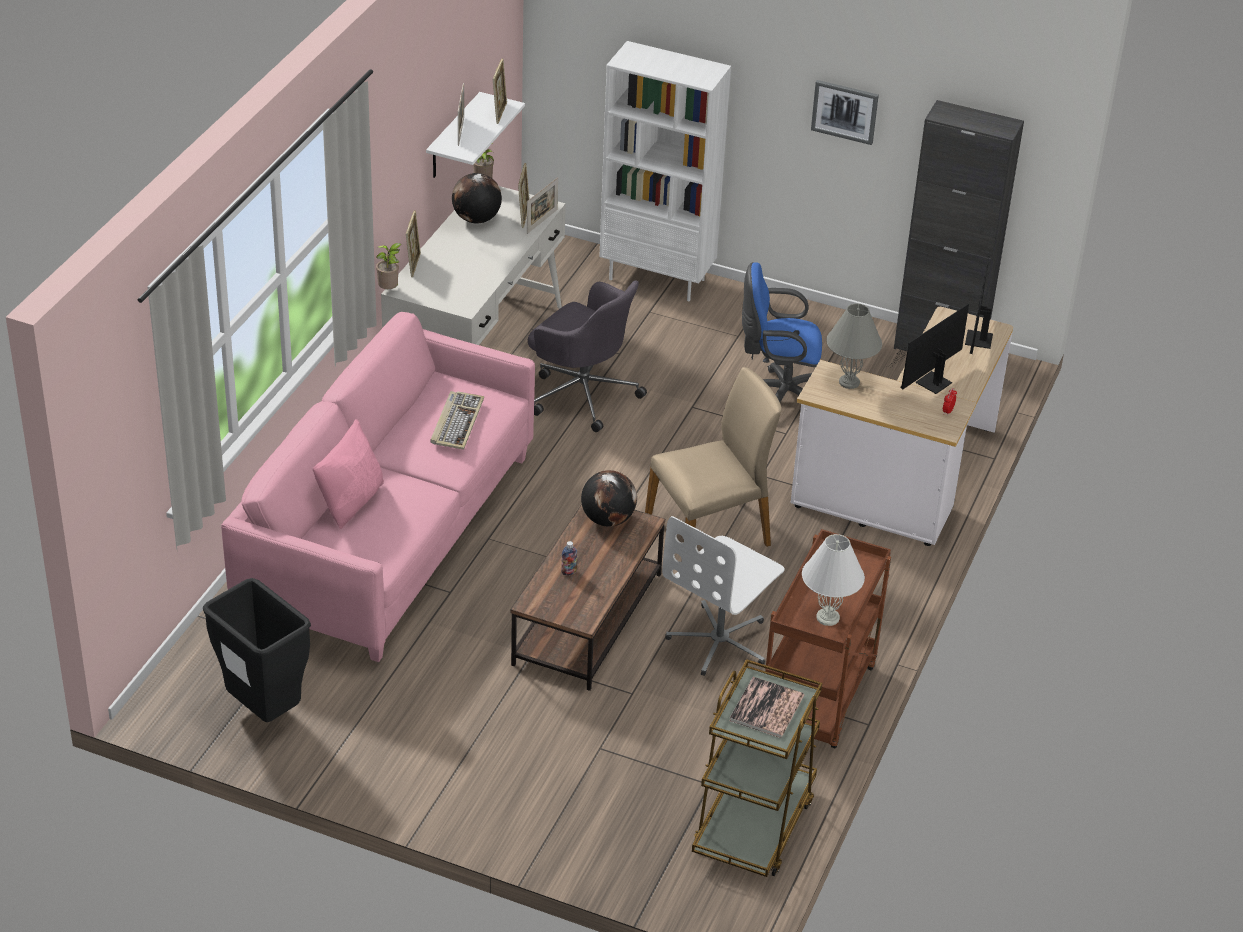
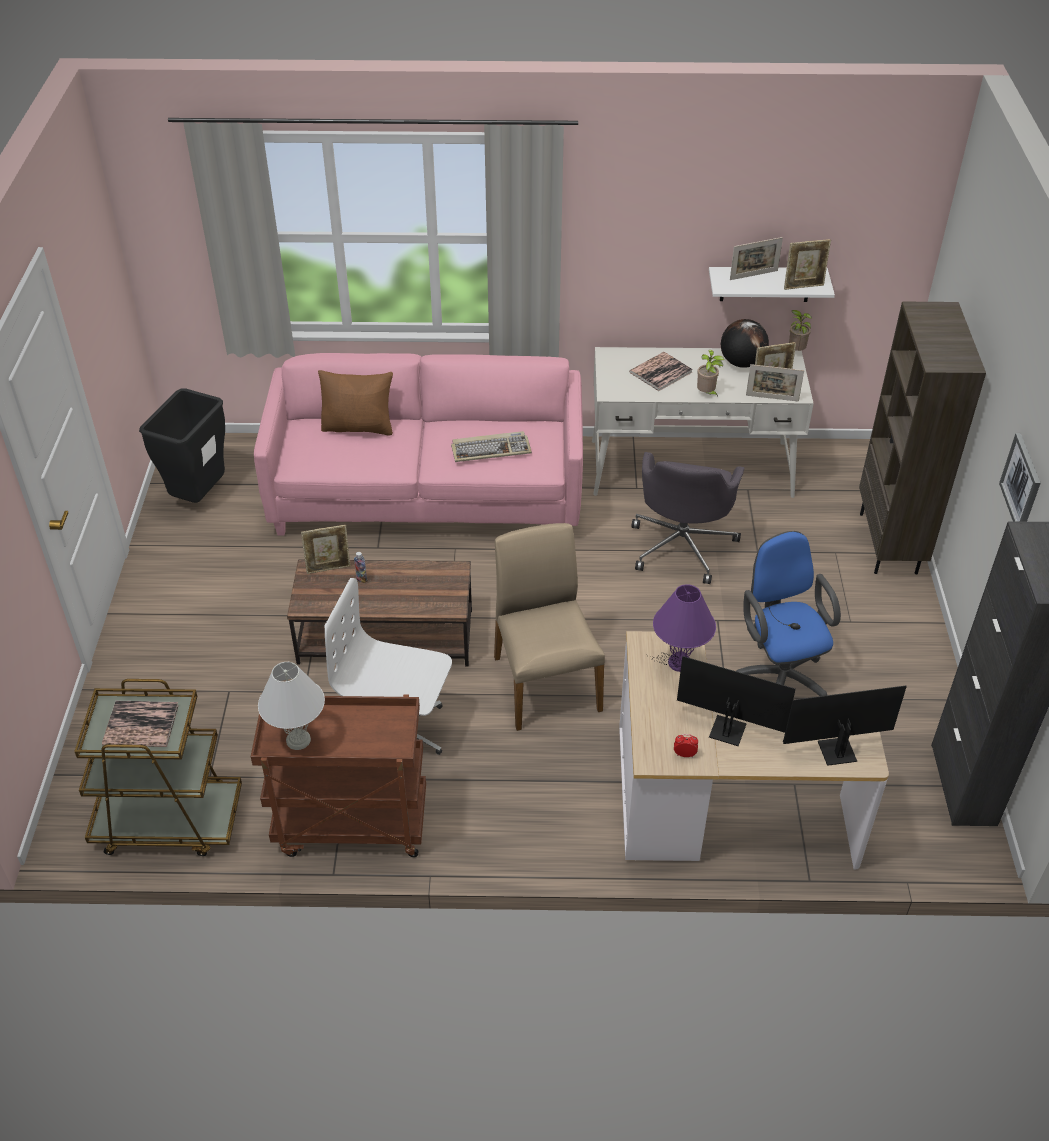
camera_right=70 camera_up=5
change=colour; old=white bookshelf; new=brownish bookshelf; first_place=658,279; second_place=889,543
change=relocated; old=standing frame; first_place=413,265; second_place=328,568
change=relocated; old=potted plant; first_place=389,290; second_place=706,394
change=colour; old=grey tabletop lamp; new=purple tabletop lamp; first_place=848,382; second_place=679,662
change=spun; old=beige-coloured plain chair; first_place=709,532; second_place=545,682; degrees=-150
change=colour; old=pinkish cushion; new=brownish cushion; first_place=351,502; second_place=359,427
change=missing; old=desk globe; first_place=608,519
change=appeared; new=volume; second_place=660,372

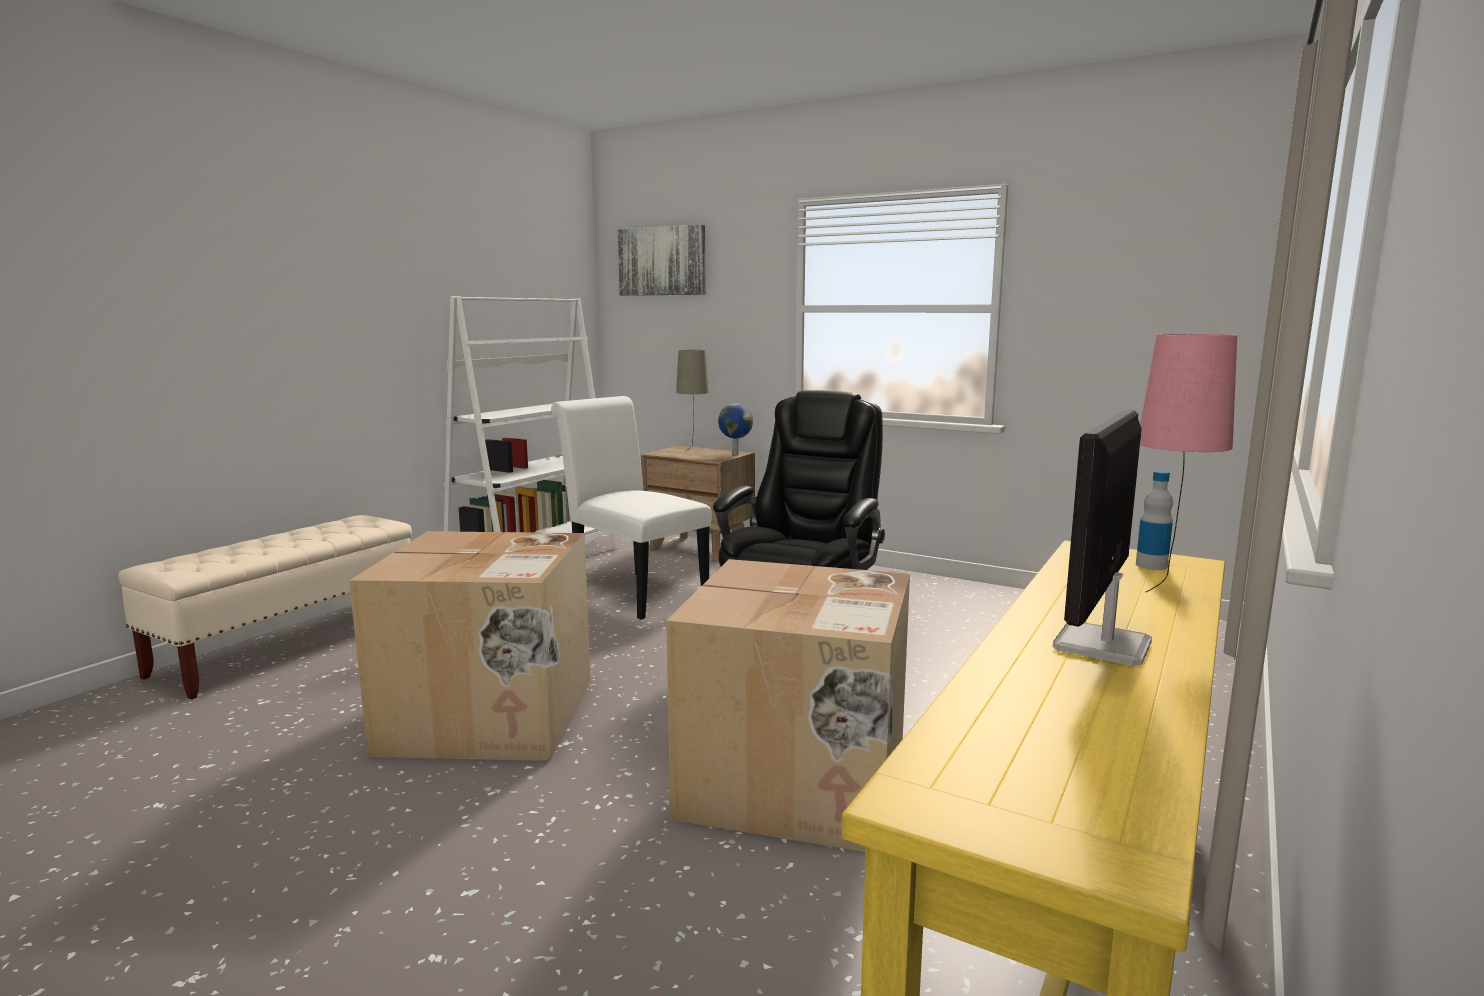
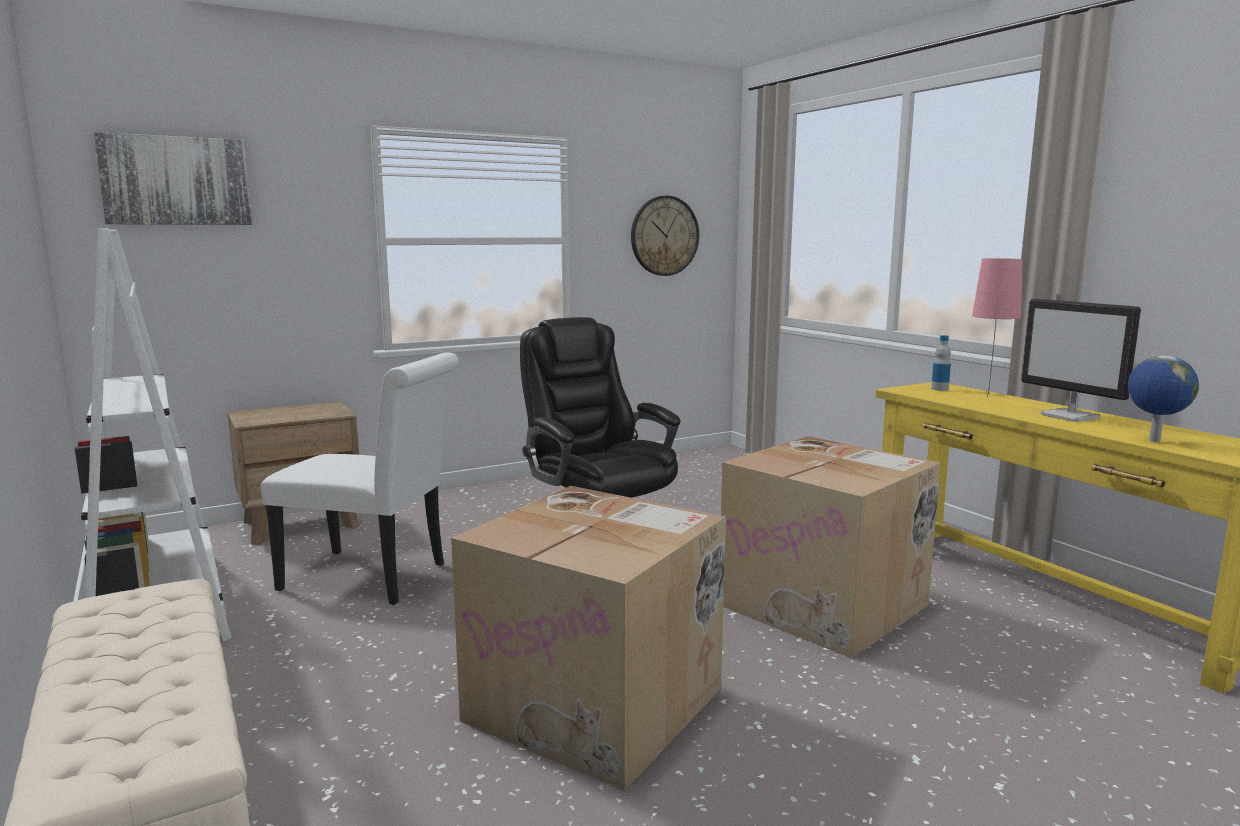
camera_right=-60 camera_up=0
change=missing; old=beige-coloured tabletop lamp; first_place=693,451
change=spun; old=white plain chair; first_place=633,593; second_place=374,578; degrees=-150
change=relocated; old=desk globe; first_place=735,454; second_place=1153,441
change=appeared; new=clock on the wall; second_place=664,236

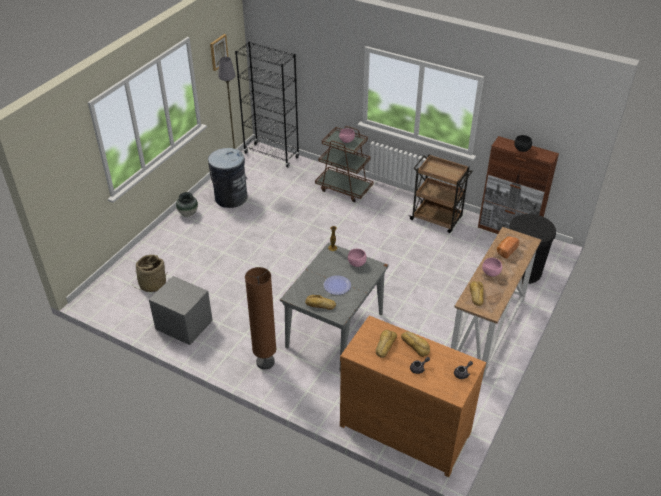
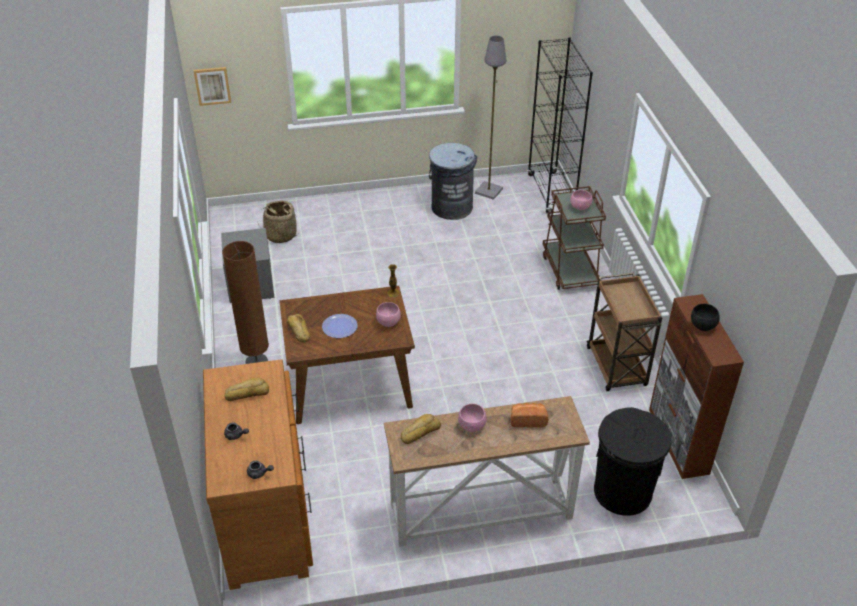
camera_right=50 camera_up=0
change=relocated; old=wall picture; first_place=218,52; second_place=212,85
change=missing; old=flower vase; first_place=188,213
change=colour; old=grey dinner table; new=brownish dinner table; first_place=335,329; second_place=350,385
change=missing; old=baked bread; first_place=415,345

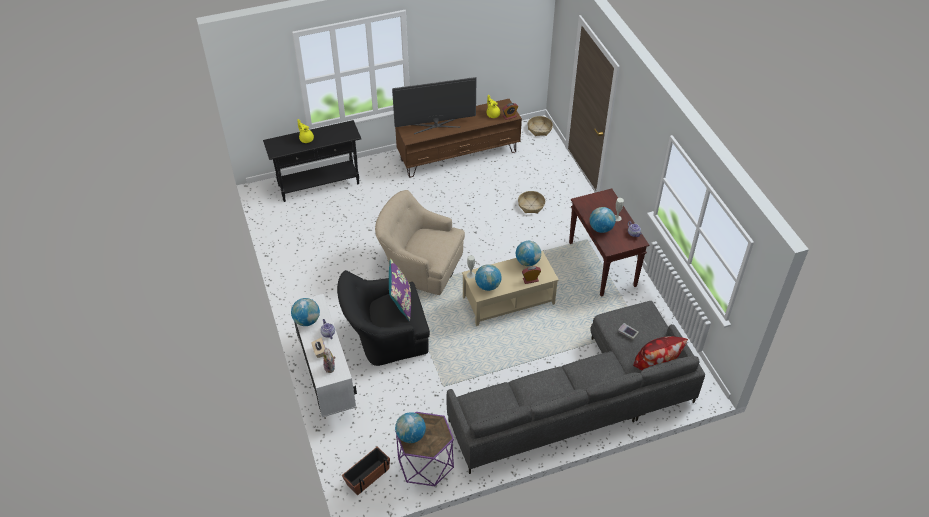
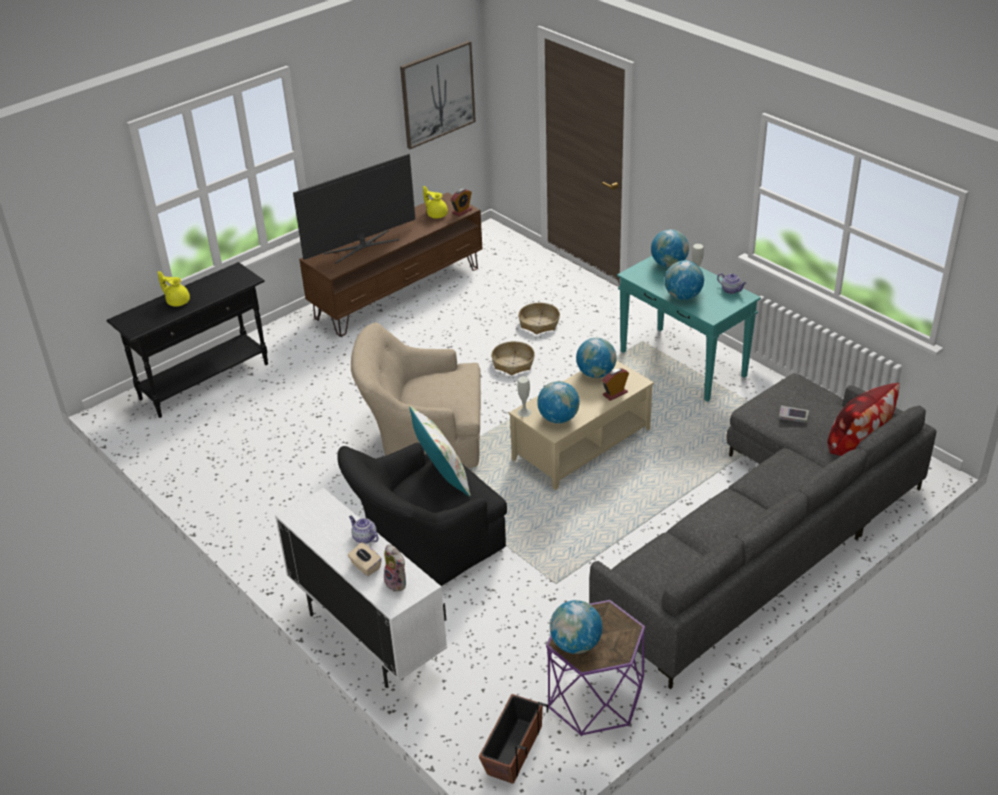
camera_right=-20 camera_up=-10
change=relocated; old=household basket; first_place=539,129; second_place=513,363
change=colour; old=brownish hall table; new=blue-green hall table; first_place=602,264; second_place=684,364
change=colour; old=purple cushion; new=white cushion; first_place=400,303; second_place=442,477
change=relocated; old=desk globe; first_place=307,320; second_place=669,264
change=appeared; new=wall picture; second_place=437,94

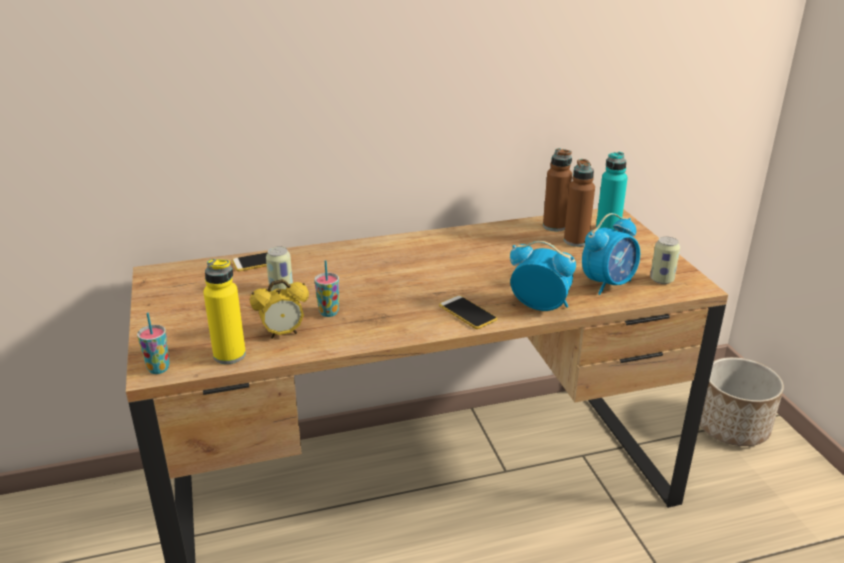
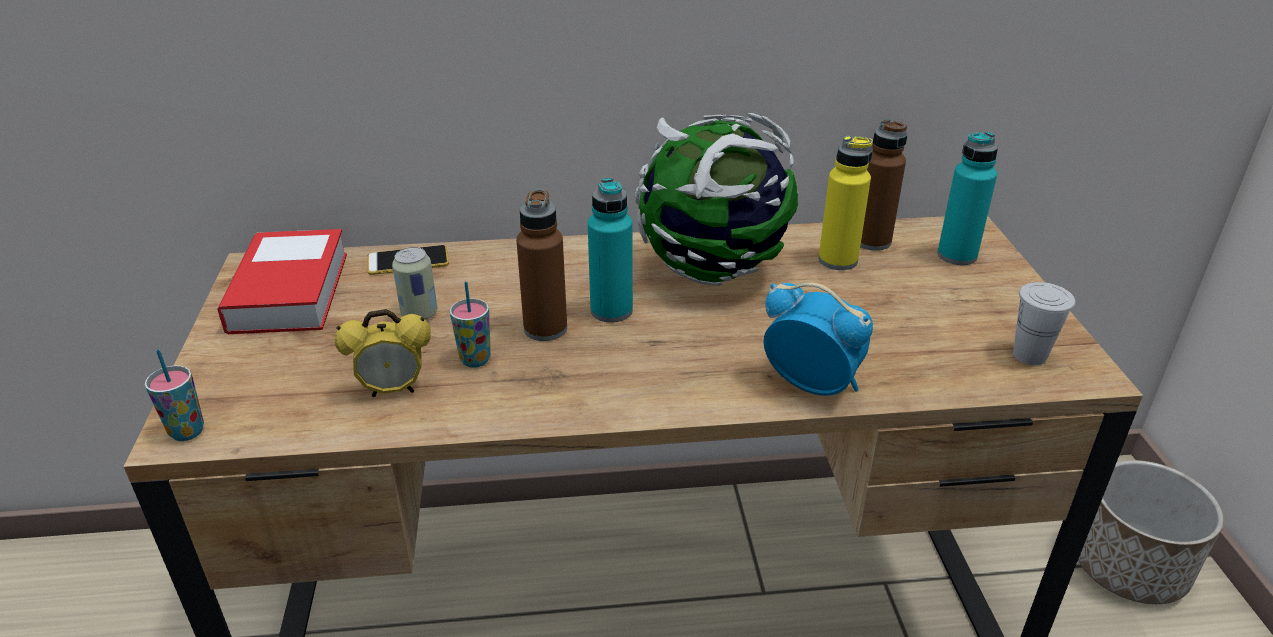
camera_right=10 camera_up=5
change=relocated; old=brownish drink bottle; first_place=576,241; second_place=545,329
change=missing; old=bedside clock; first_place=608,284
change=exchanged; old=sealed can; new=white cup; first_place=661,280; second_place=1029,355
change=relocated; old=yellow-coloured drink bottle; first_place=229,355; second_place=837,260
change=missing; old=handset; first_place=467,313
change=appeared; new=desk globe; second_place=714,271
change=appeared; new=blue-green drink bottle; second_place=611,311
change=appeared; new=volume; second_place=289,292

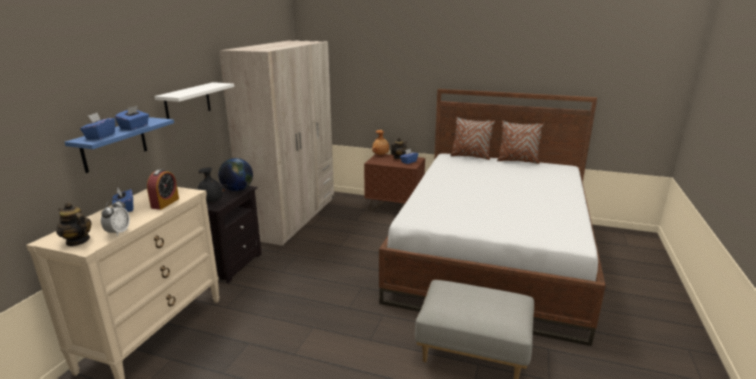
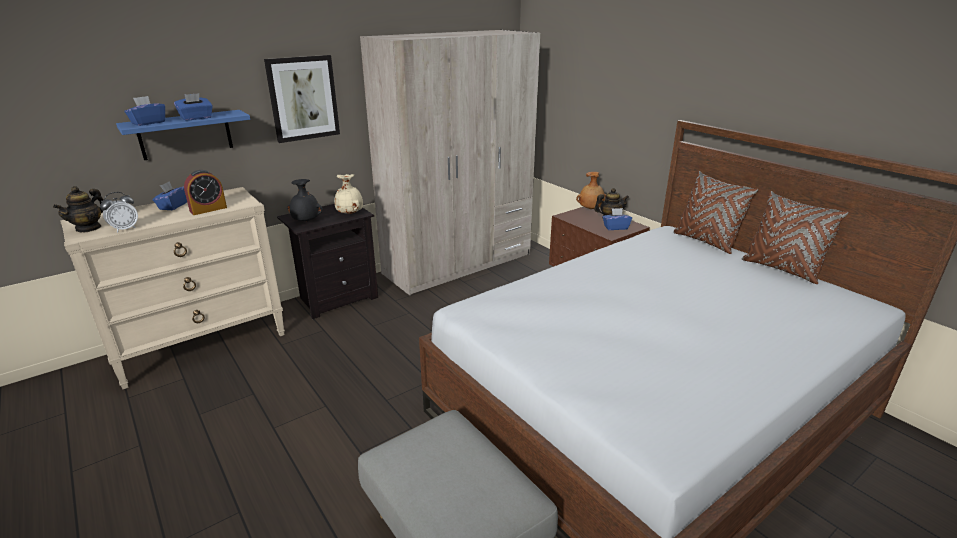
camera_right=35 camera_up=5
change=exchanged; old=white shelf; new=wall picture; first_place=188,102; second_place=303,98
change=exchanged; old=desk globe; new=beige-coloured flower vase; first_place=237,190; second_place=350,213
change=spun; old=pot for tea; first_place=77,241; second_place=89,228; degrees=-135

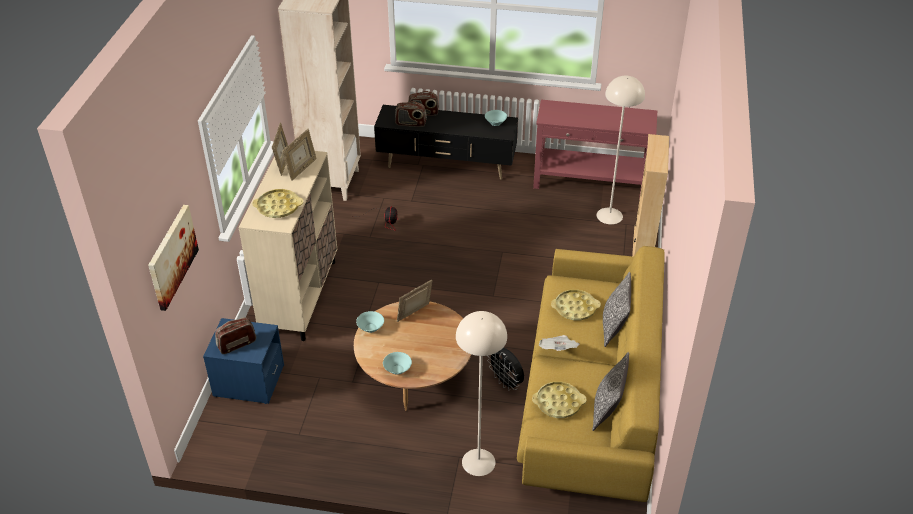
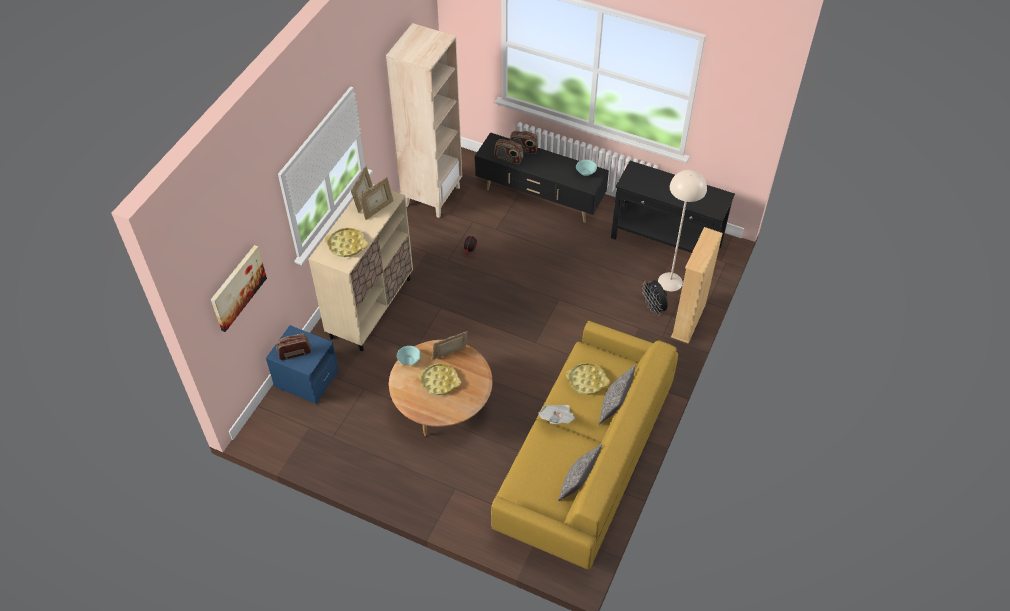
camera_right=15 camera_up=10
change=colour; old=reddish hall table; new=blackish hall table; first_place=590,182; second_place=666,242
change=missing; old=beige-coloured standing lamp; first_place=479,462
change=relocated; old=blackish electric fan; first_place=506,382; second_place=654,308
change=missing; old=blue-green deep dish; first_place=397,369
change=relocated; old=yellow-coloured serving tray; first_place=558,403; second_place=439,381

